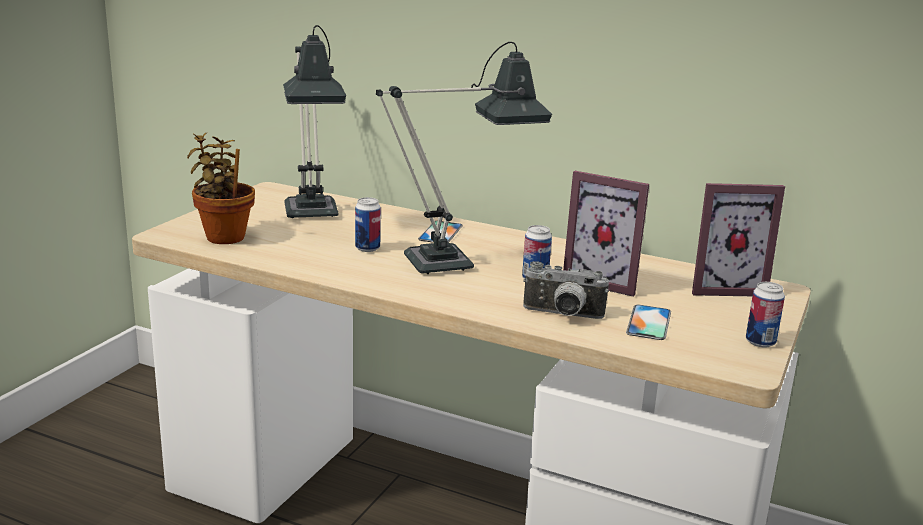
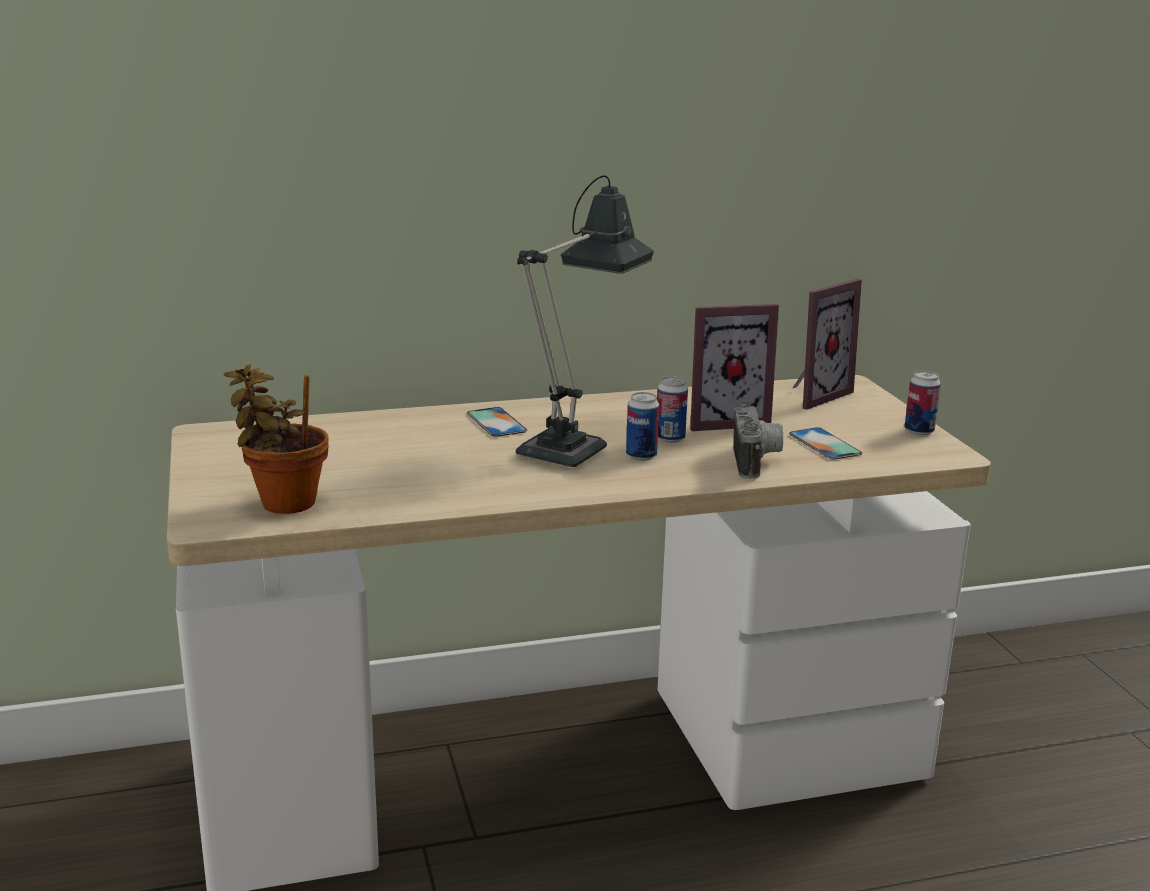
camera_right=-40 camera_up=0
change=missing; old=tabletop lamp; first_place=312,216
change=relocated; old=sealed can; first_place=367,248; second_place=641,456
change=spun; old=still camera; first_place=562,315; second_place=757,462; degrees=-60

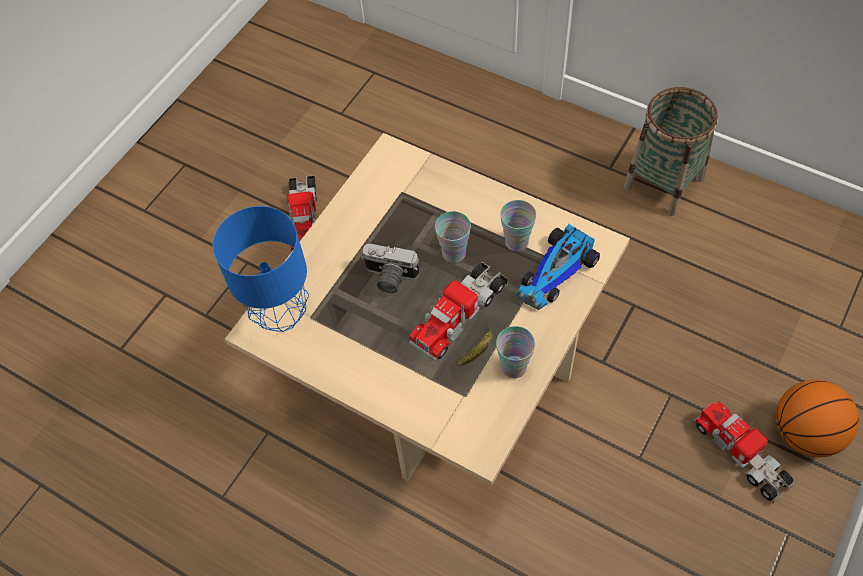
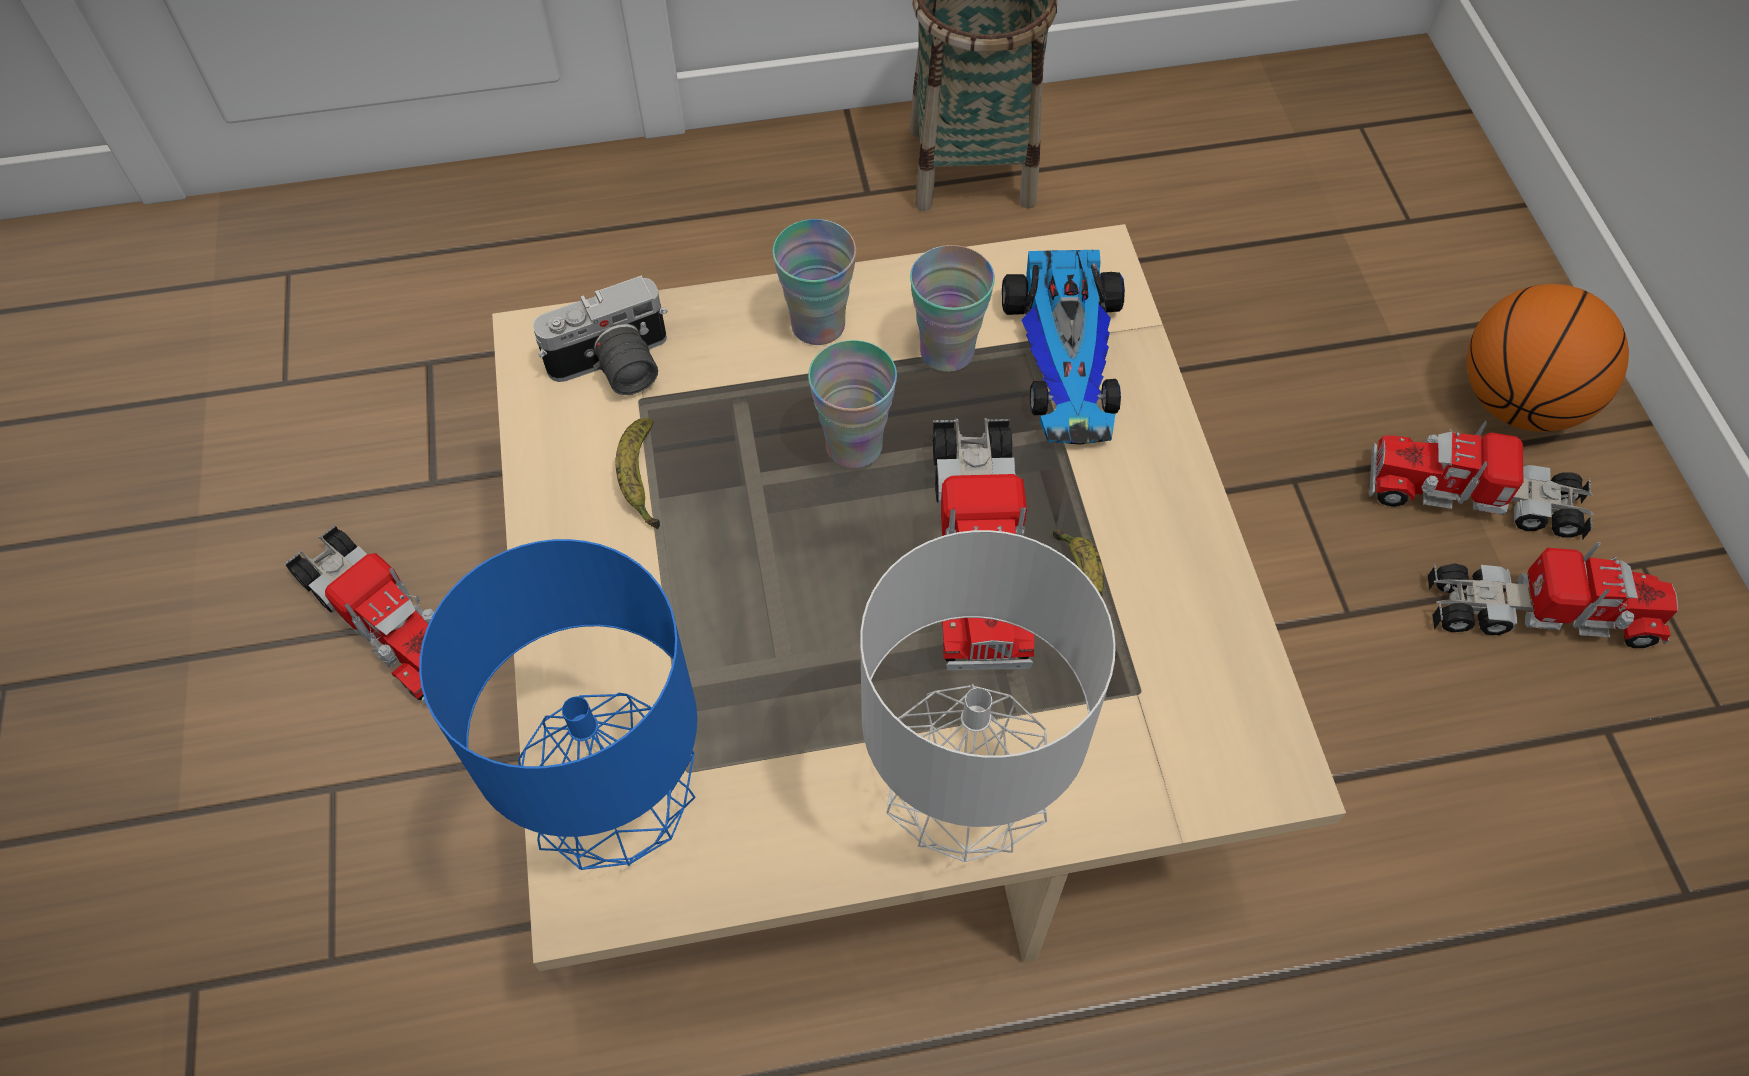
camera_right=-45 camera_up=0
change=relocated; old=still camera; first_place=389,278; second_place=614,369
change=relocated; old=cup; first_place=514,367; second_place=818,325
change=appeared; new=whole banana; second_place=640,479
change=appeared; new=grey tabletop lamp; second_place=965,807
change=appeared; new=model truck; second_place=1539,613

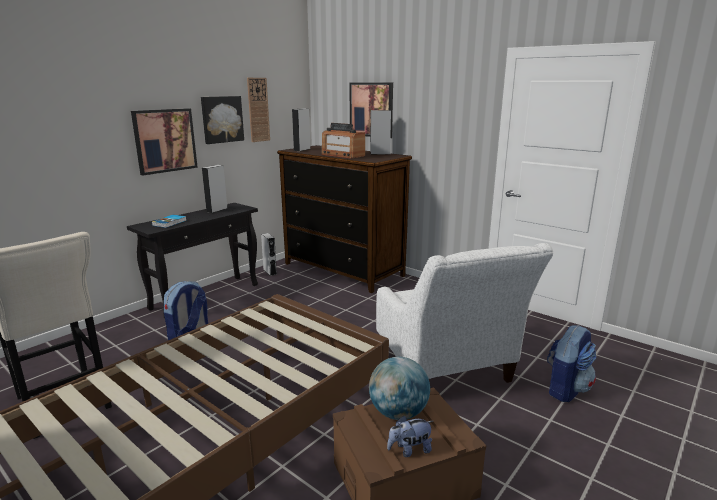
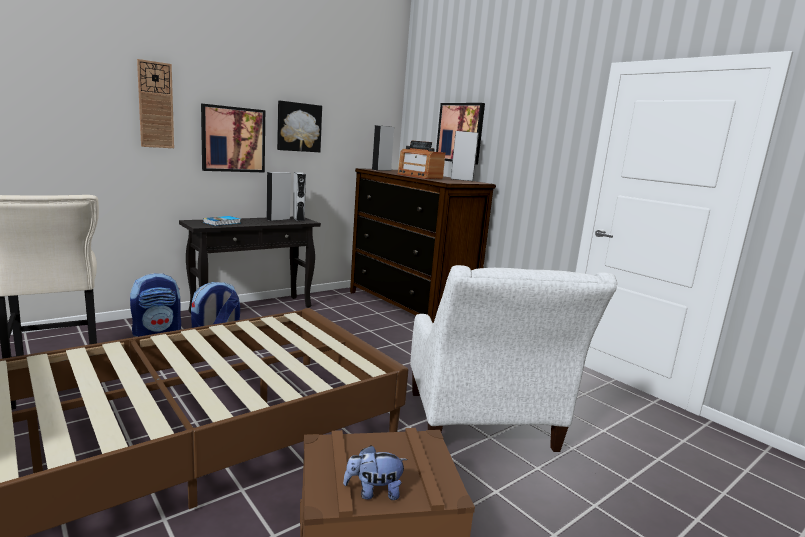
camera_right=10 camera_up=-5
change=relocated; old=clock on the wall; first_place=258,110; second_place=156,105
change=relocated; old=grey loudspeaker; first_place=270,272; second_place=298,219
change=relocated; old=rucksack; first_place=566,389; second_place=157,331
change=missing; old=desk globe; first_place=398,413

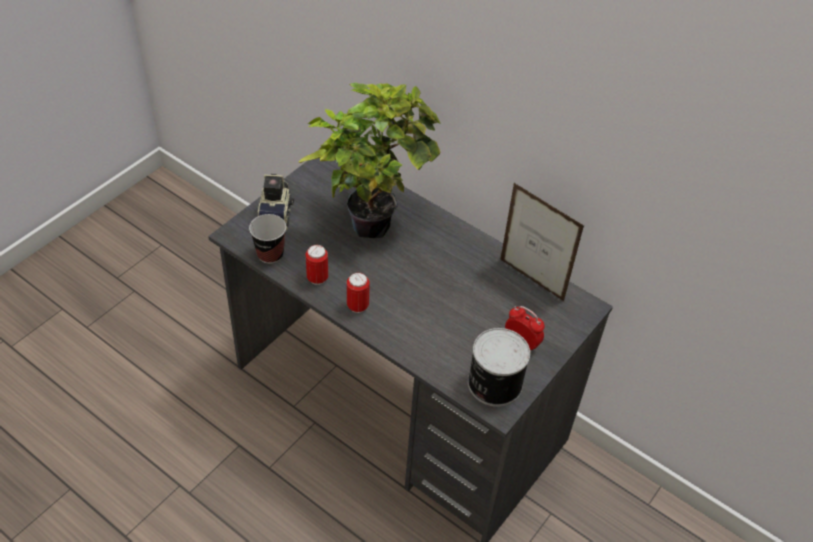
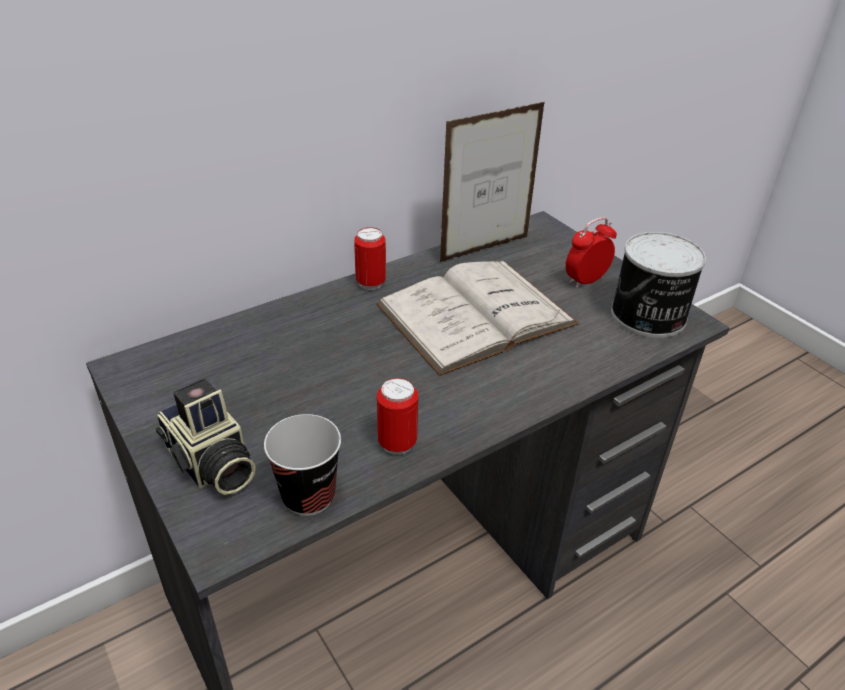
camera_right=-70 camera_up=-10
change=missing; old=potted plant; first_place=371,219
change=spun; old=still camera; first_place=277,214; second_place=210,465; degrees=-150
change=relocated; old=sealed can; first_place=357,306; second_place=371,283
change=appeared; new=white volume; second_place=476,314

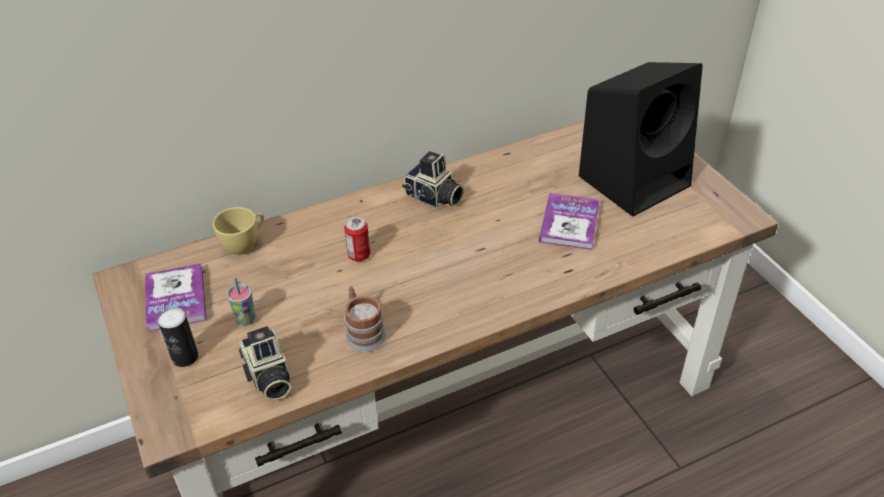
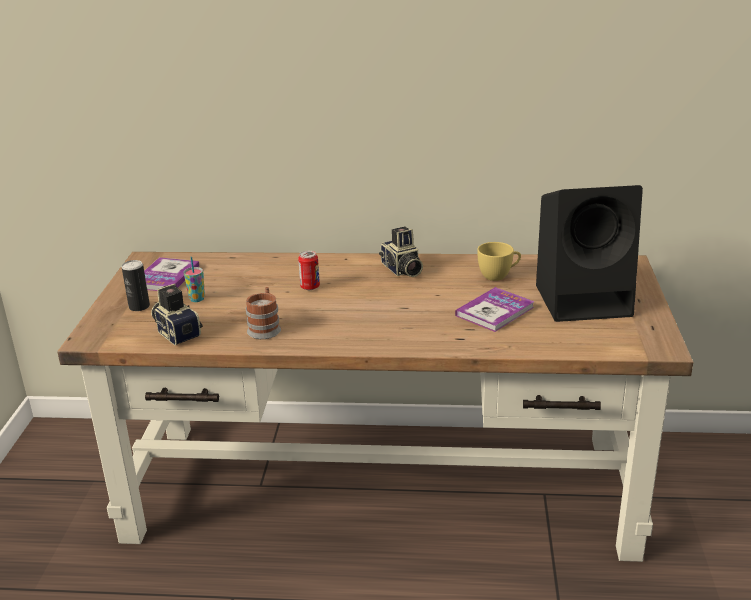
camera_right=30 camera_up=-15
change=relocated; old=yellow-coloured cup; first_place=245,244; second_place=498,276
change=spun; old=still camera; first_place=268,377; second_place=177,332; degrees=135

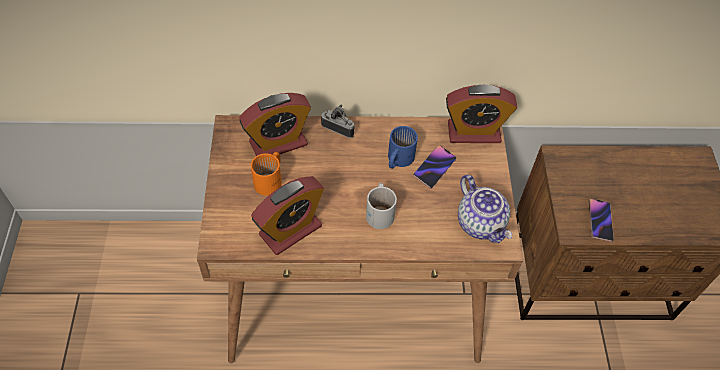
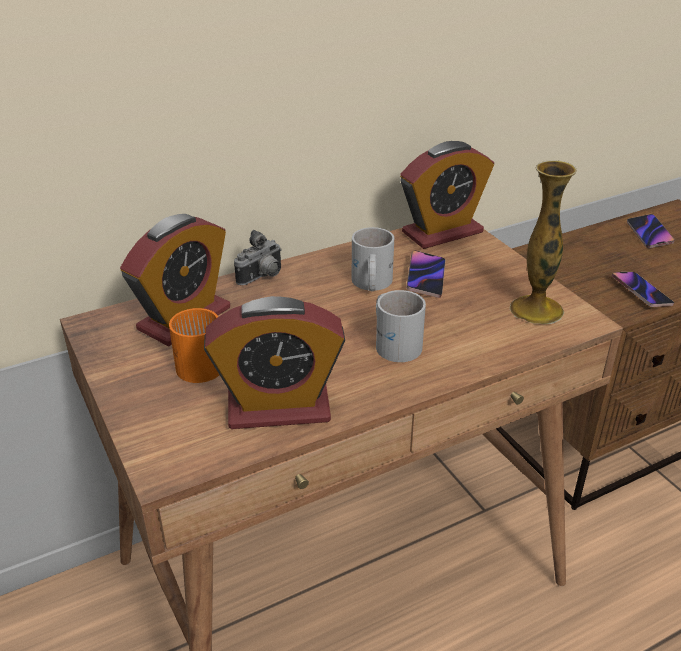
camera_right=-25 camera_up=-20
change=spun; old=still camera; first_place=339,127; second_place=262,277; degrees=135
change=colour; old=blue tea mug; new=white tea mug; first_place=397,159; second_place=370,284
change=exchanged; old=pot for tea; new=flower vase; first_place=481,223; second_place=536,310
change=spun; old=bedside clock; first_place=290,230; second_place=278,408; degrees=60
change=appeared; new=handset; second_place=649,234

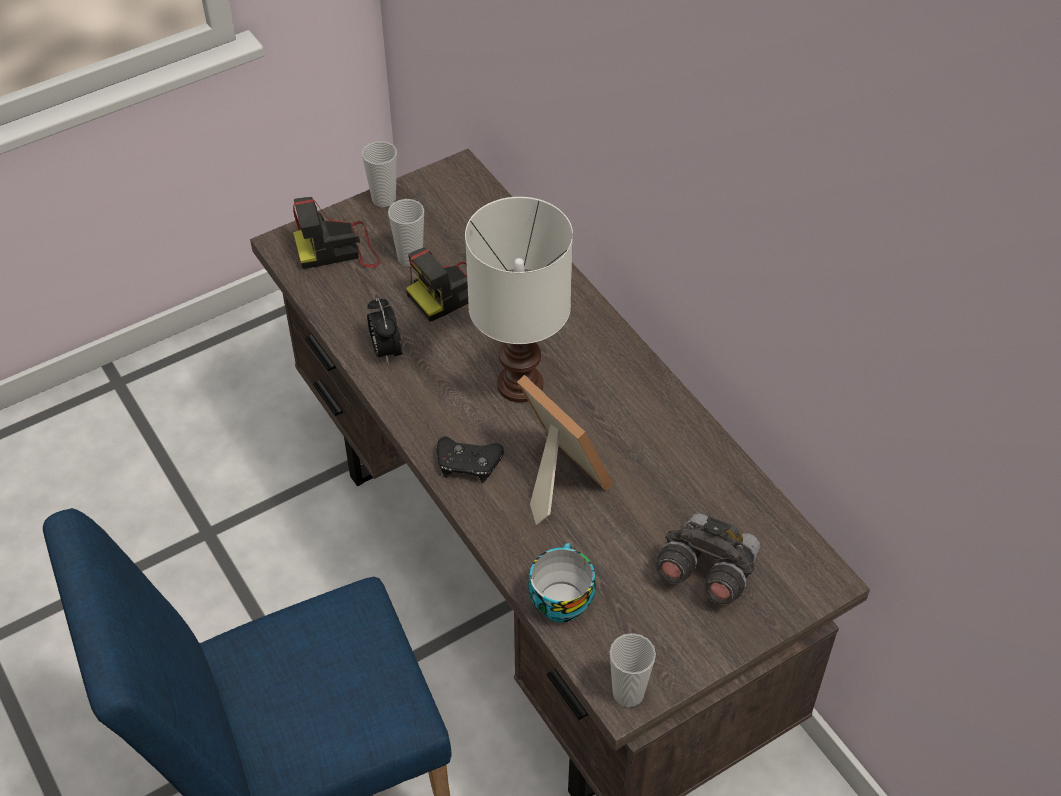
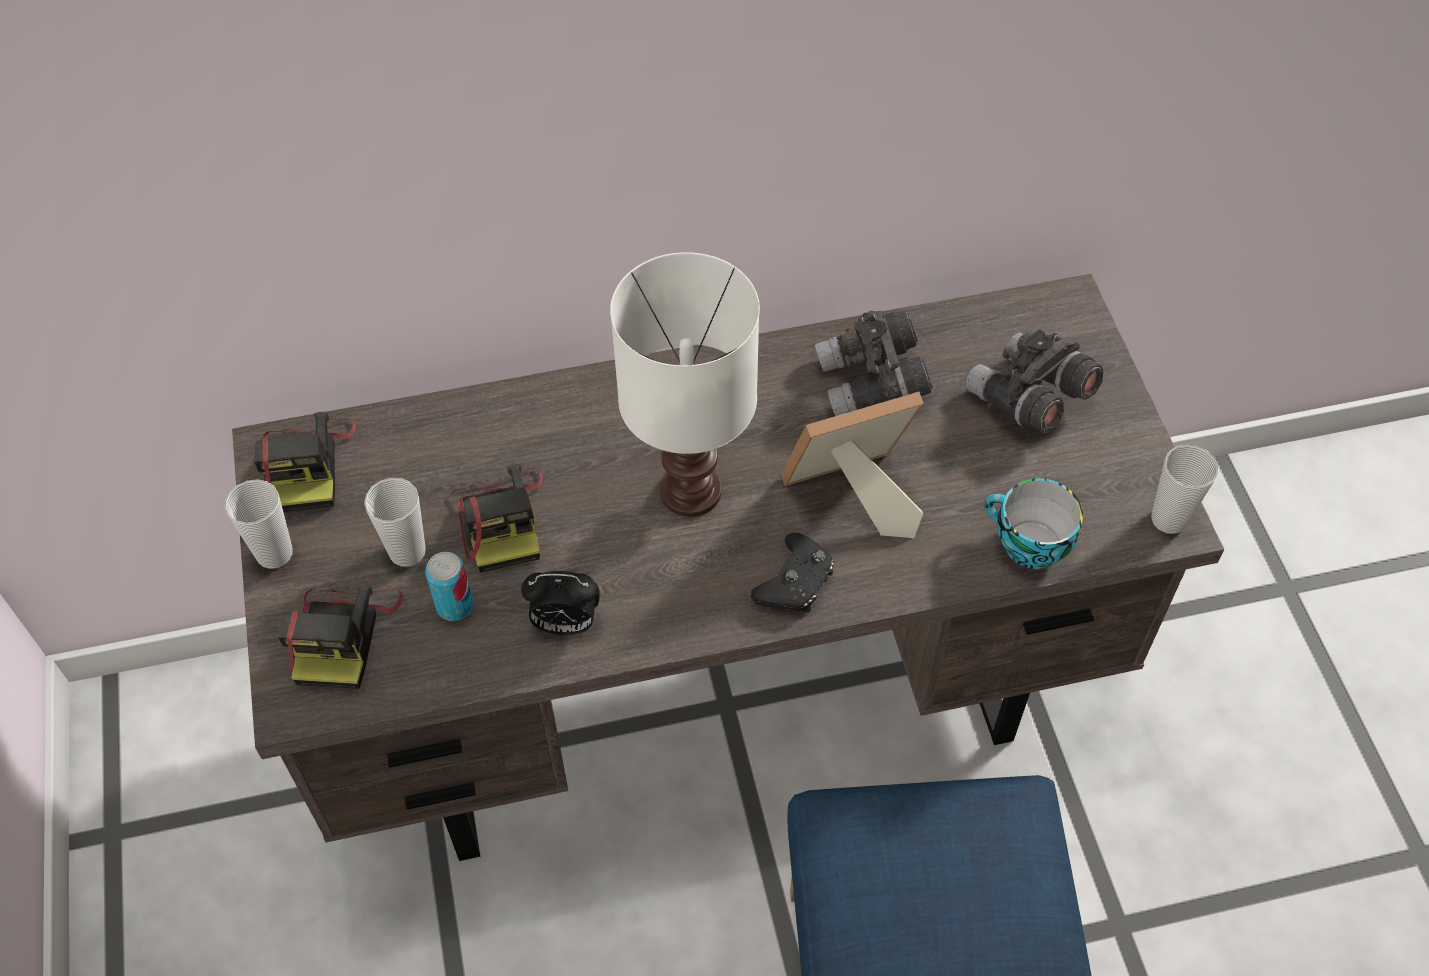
camera_right=-70 camera_up=5
change=appeared; new=grey pair of binoculars; second_place=872,384
change=appeared; new=still camera; second_place=307,465
change=appeared; new=sealed can; second_place=455,606

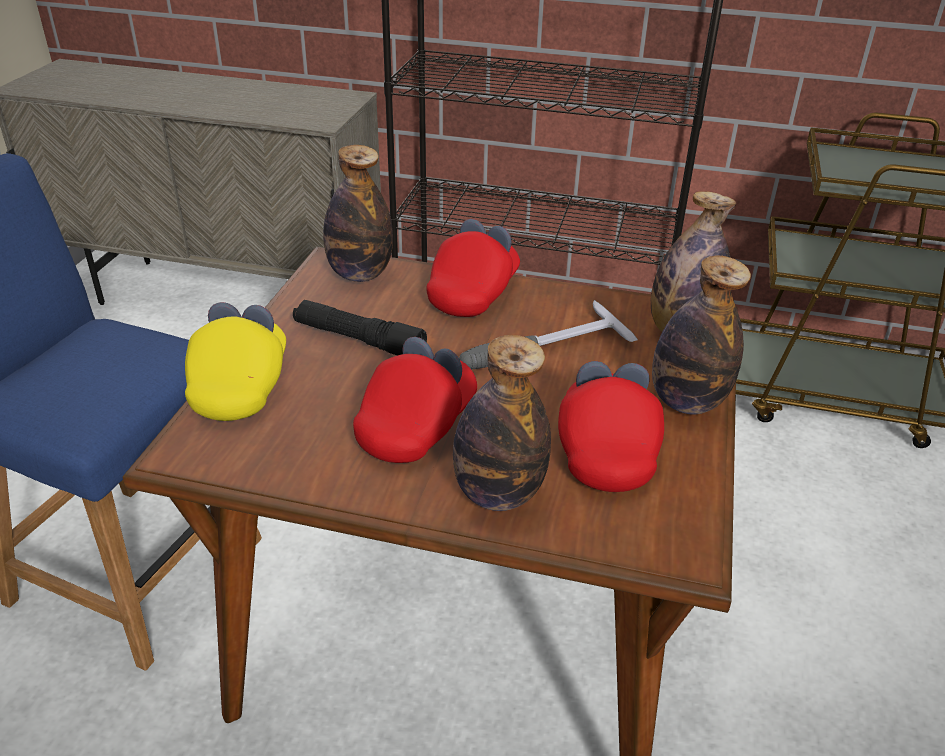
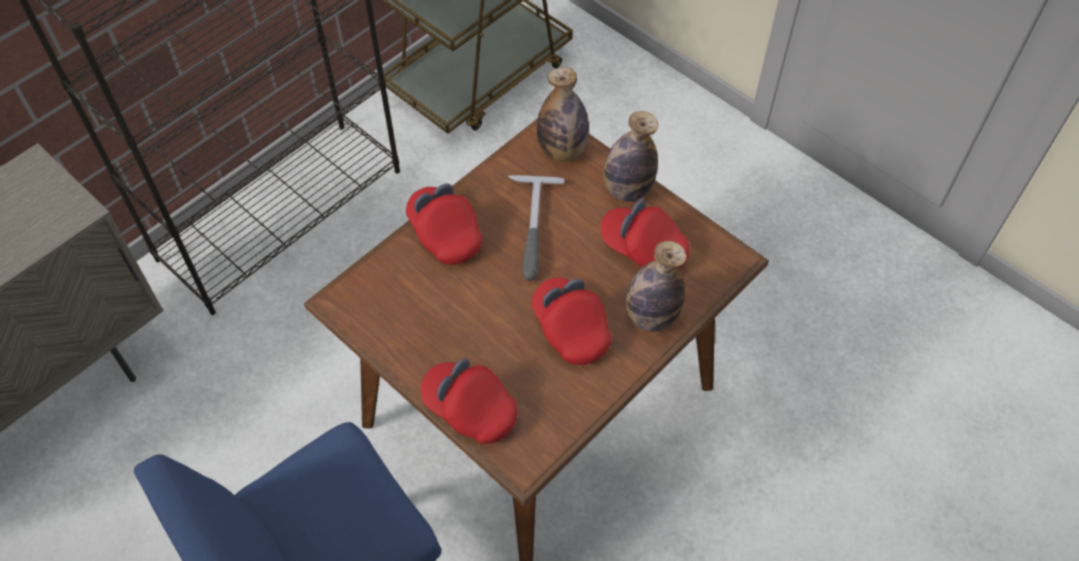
camera_right=-60 camera_up=20
change=missing; old=drink bottle; first_place=360,274
change=missing; old=blackish flashlight; first_place=359,340
change=colour; old=yellow-coloured cap; new=reddish cap; first_place=241,385; second_place=470,409

